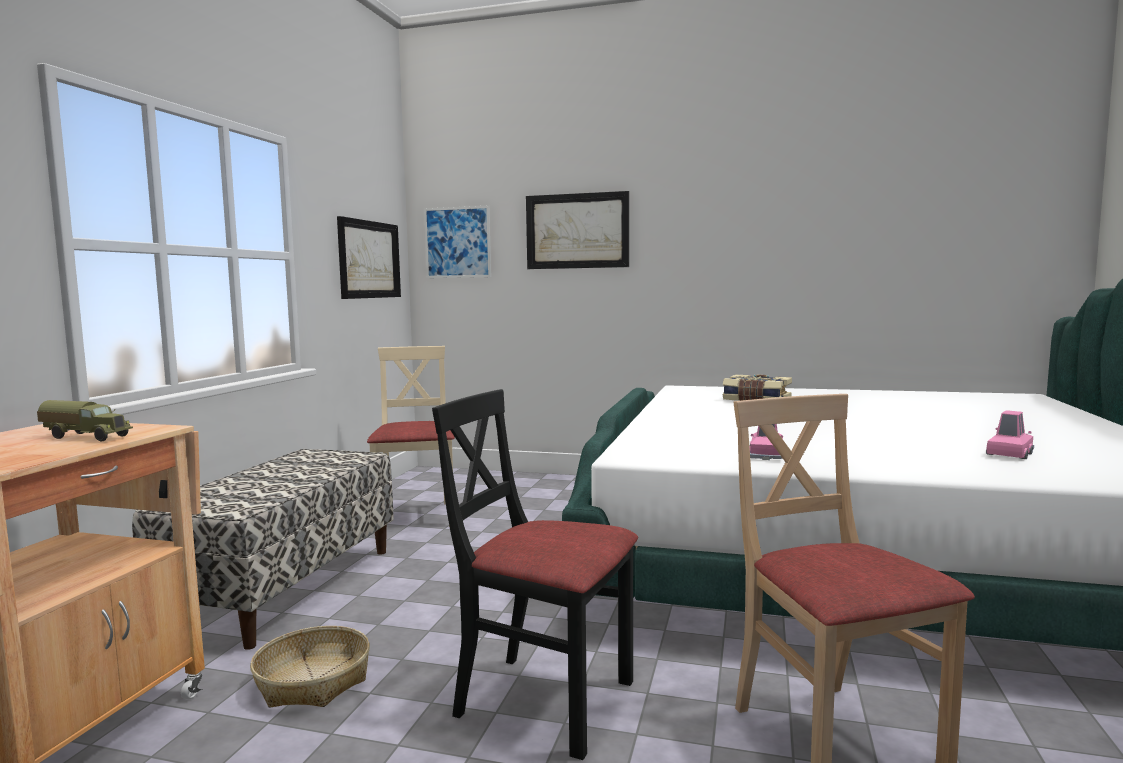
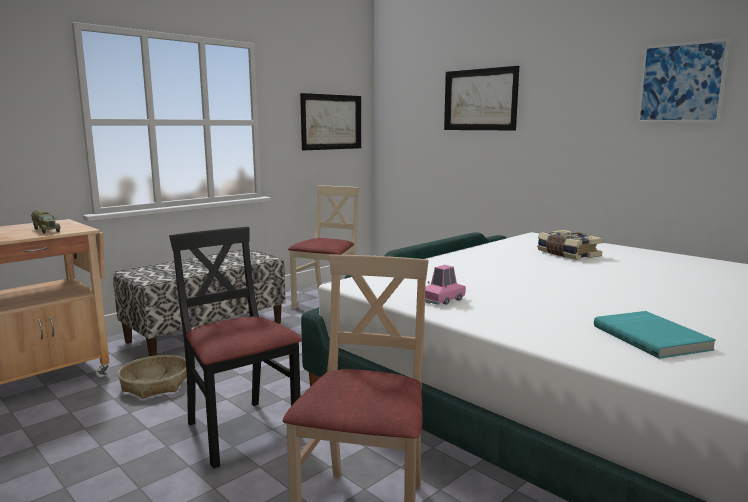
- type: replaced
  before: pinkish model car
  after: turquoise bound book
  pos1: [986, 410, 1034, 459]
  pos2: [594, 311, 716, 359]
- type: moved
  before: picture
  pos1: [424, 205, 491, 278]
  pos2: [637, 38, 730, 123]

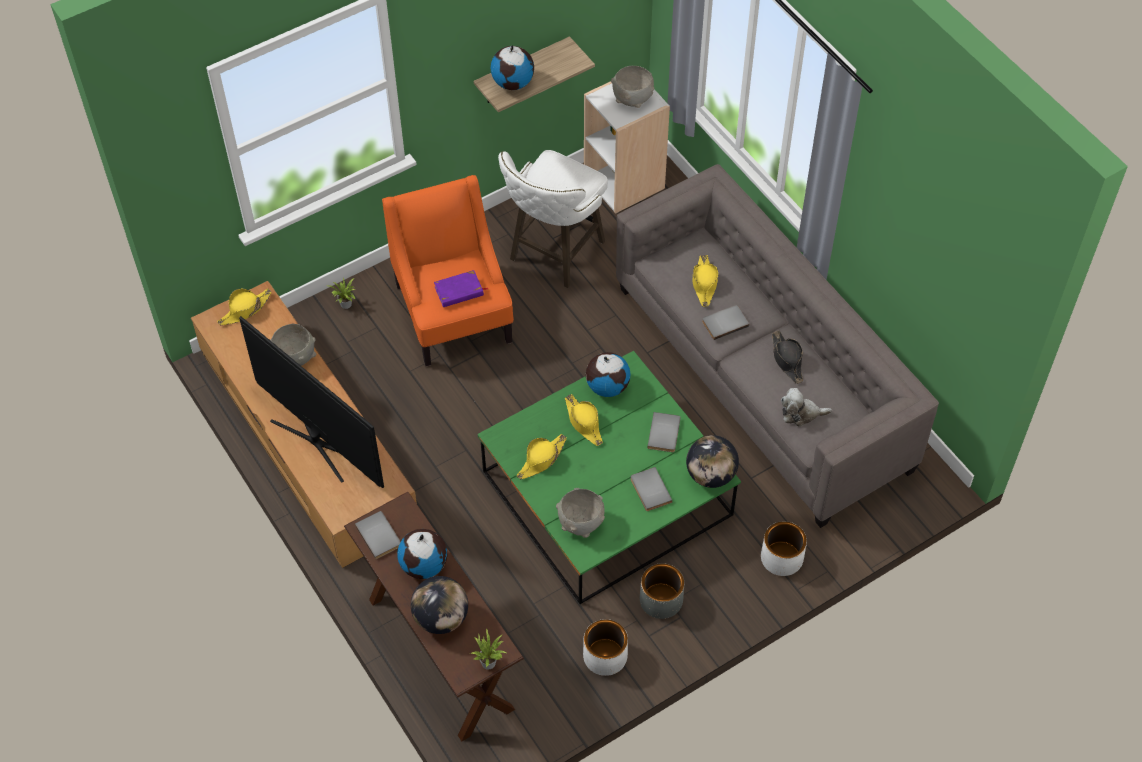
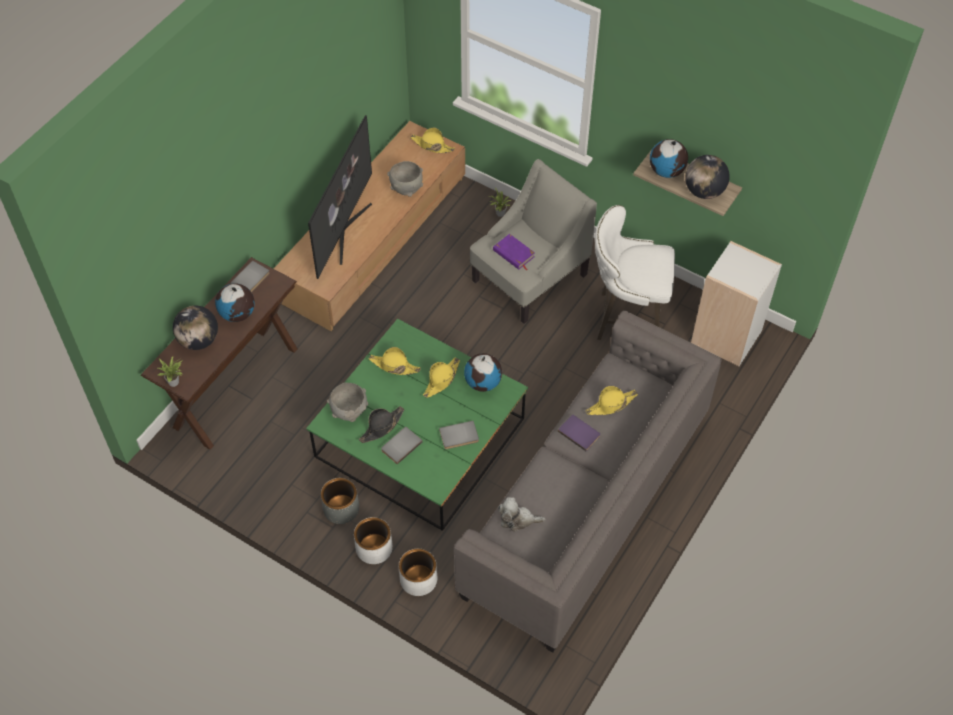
- type: moved
  before: white-coloured flower pot
  pos1: [583, 619, 628, 676]
  pos2: [354, 517, 393, 564]
- type: moved
  before: black-coloured wearable hat
  pos1: [772, 330, 803, 384]
  pos2: [359, 406, 404, 443]
- type: recoloured
  before: orangey armchair
  after: grey armchair
  pos1: [382, 175, 514, 366]
  pos2: [470, 159, 597, 324]
- type: turned
  before: cuddly toy
  pos1: [781, 388, 832, 427]
  pos2: [498, 497, 546, 532]
  turn: -60
- type: recoloured
  before: grey bound book
  after: purple-coloured bound book
  pos1: [702, 305, 750, 340]
  pos2: [558, 415, 600, 451]
- type: moved
  before: desk globe
  pos1: [686, 435, 739, 488]
  pos2: [685, 155, 730, 199]
- type: removed
  before: grey serving bowl
  pos1: [611, 66, 654, 108]

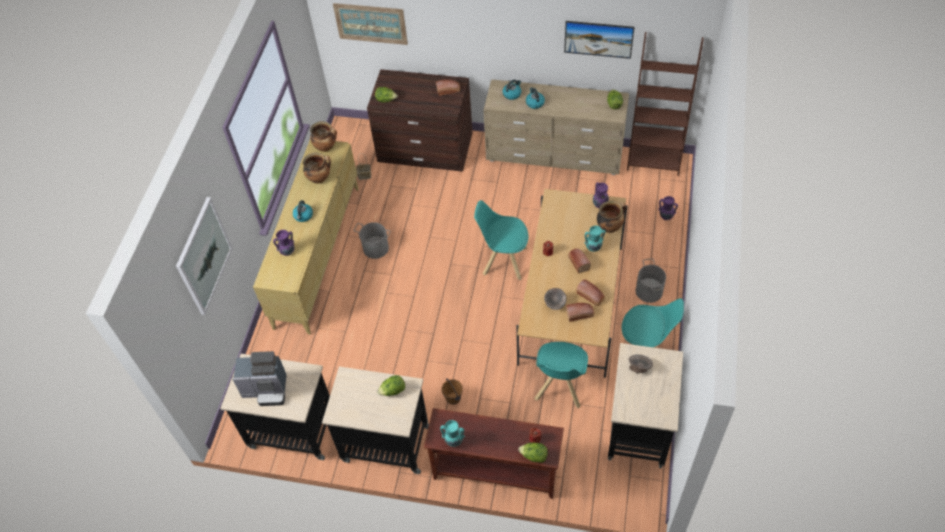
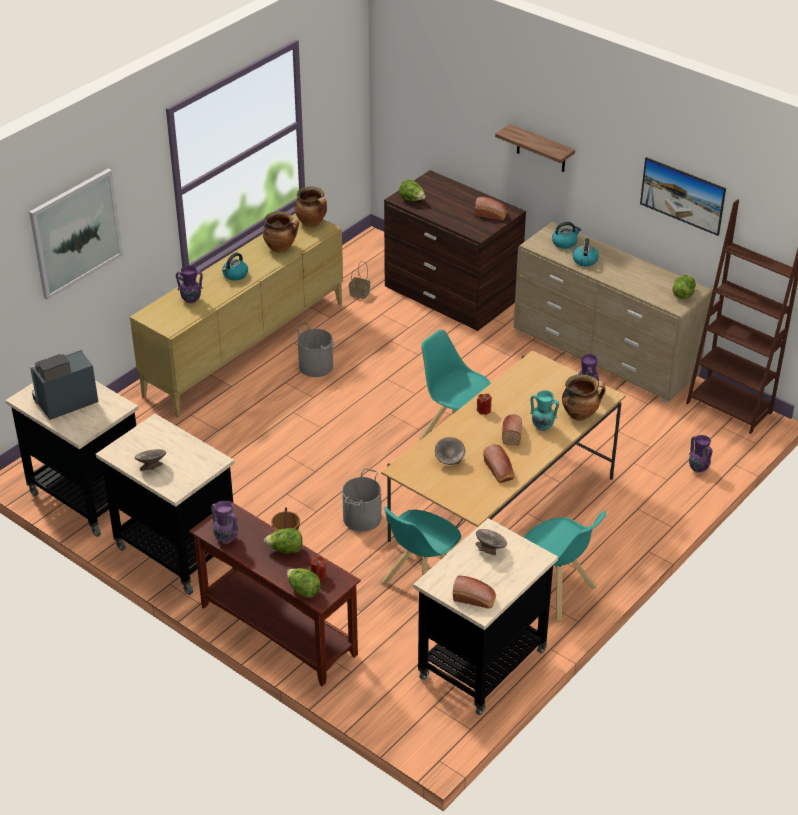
- type: turned
  before: coffee brewer
  pos1: [232, 351, 287, 406]
  pos2: [30, 349, 98, 420]
  turn: 120
- type: added
  after: grey serving bowl
  pos2: [135, 449, 166, 471]
- type: recoloured
  before: turquoise flower vase
  after: purple-coloured flower vase
  pos1: [440, 420, 465, 447]
  pos2: [211, 501, 238, 544]
- type: moved
  before: lettuce head
  pos1: [377, 375, 405, 396]
  pos2: [264, 528, 303, 553]
- type: moved
  before: grey bucket
  pos1: [636, 258, 666, 303]
  pos2: [342, 468, 382, 532]
- type: moved
  before: baked bread
  pos1: [566, 303, 594, 322]
  pos2: [453, 575, 496, 609]
- type: added
  after: shelf
  pos2: [495, 124, 575, 172]
- type: removed
  before: picture
  pos1: [333, 3, 408, 45]

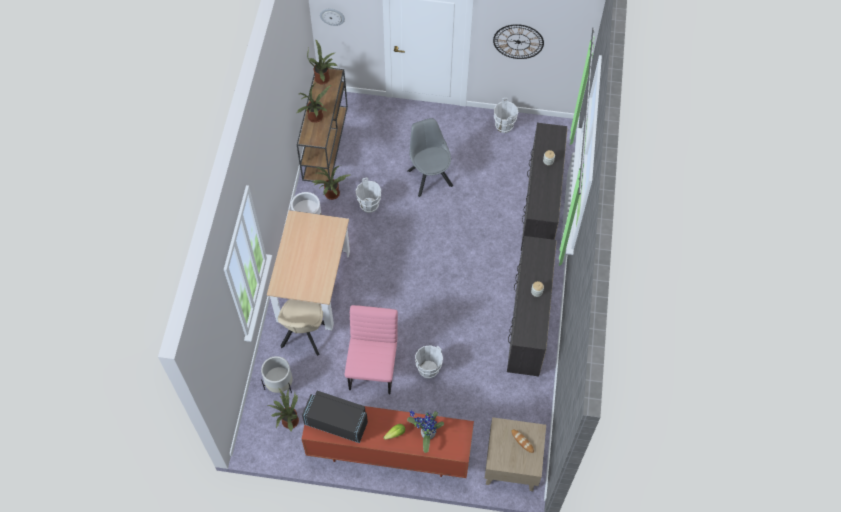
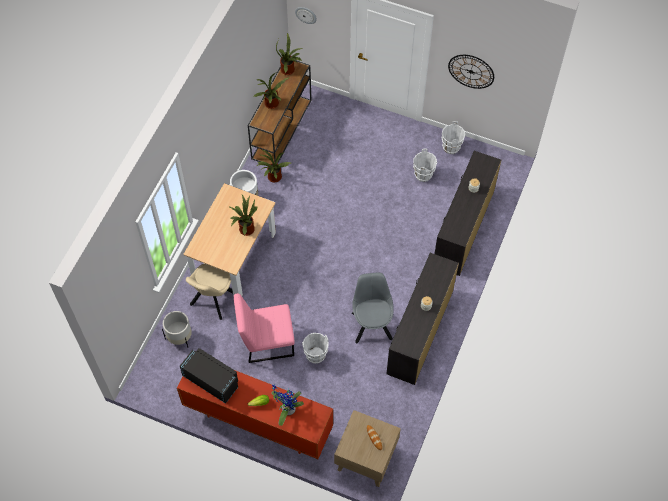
- type: moved
  before: potted plant
  pos1: [268, 388, 299, 431]
  pos2: [230, 195, 258, 236]
- type: turned
  before: pinkish chair
  pos1: [345, 305, 398, 394]
  pos2: [234, 293, 295, 363]
  turn: -120
- type: moved
  before: grey chair
  pos1: [407, 118, 453, 197]
  pos2: [352, 273, 394, 344]
- type: moved
  before: white-coloured bucket
  pos1: [356, 178, 381, 213]
  pos2: [413, 149, 437, 182]

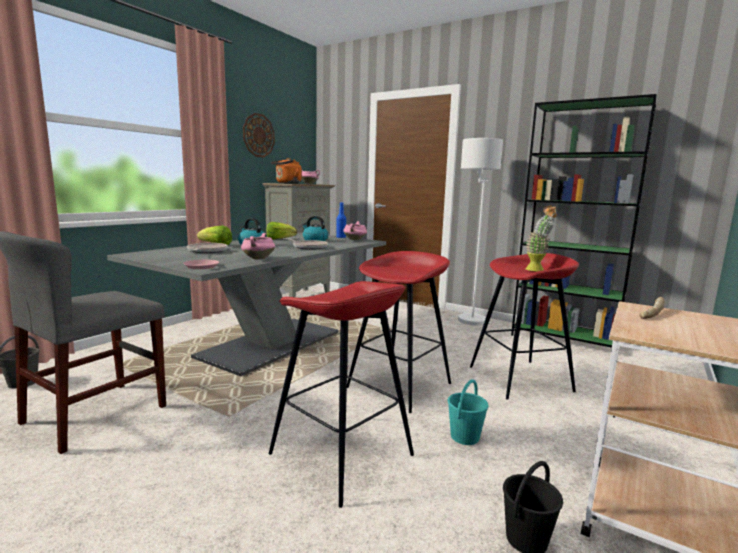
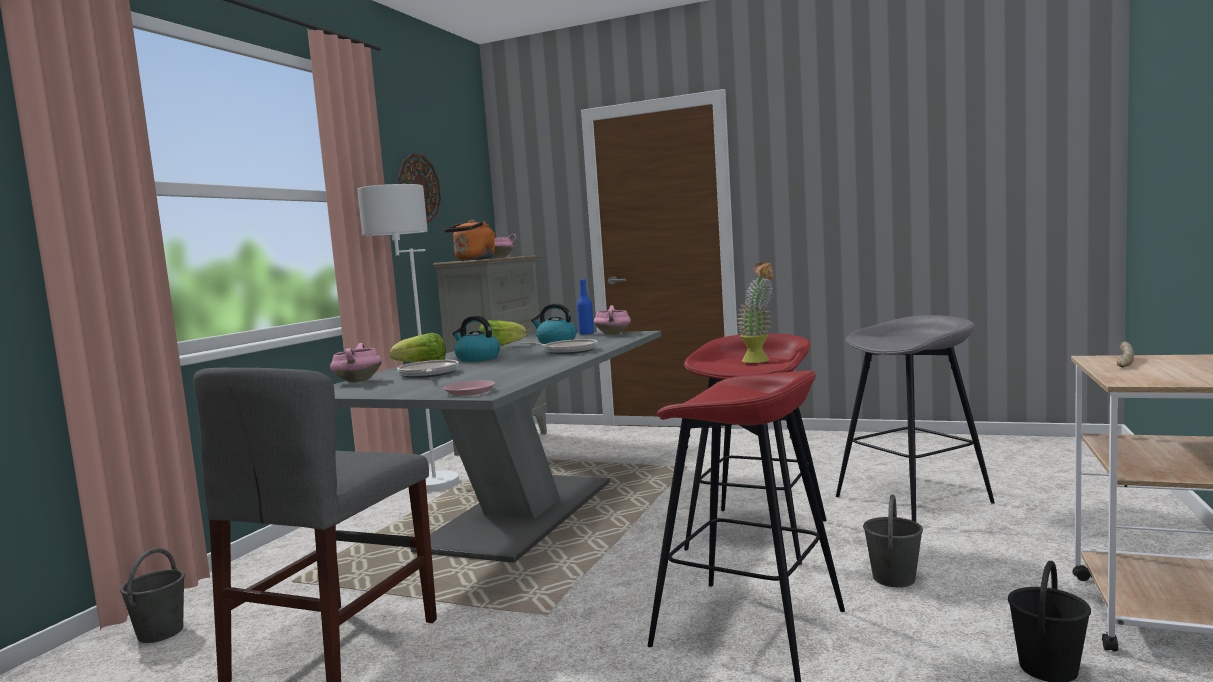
- type: moved
  before: pinkish cooking pot
  pos1: [241, 233, 275, 259]
  pos2: [330, 343, 382, 383]
- type: moved
  before: white-coloured standard lamp
  pos1: [458, 138, 503, 326]
  pos2: [357, 184, 459, 492]
- type: moved
  before: potted plant
  pos1: [525, 205, 557, 272]
  pos2: [736, 262, 774, 363]
- type: recoloured
  before: red sitting stool
  after: grey sitting stool
  pos1: [470, 253, 579, 400]
  pos2: [836, 315, 995, 522]
- type: recoloured
  before: turquoise bucket
  after: grey bucket
  pos1: [448, 379, 489, 445]
  pos2: [863, 494, 923, 587]
- type: removed
  before: greenish bookshelf
  pos1: [511, 94, 657, 348]

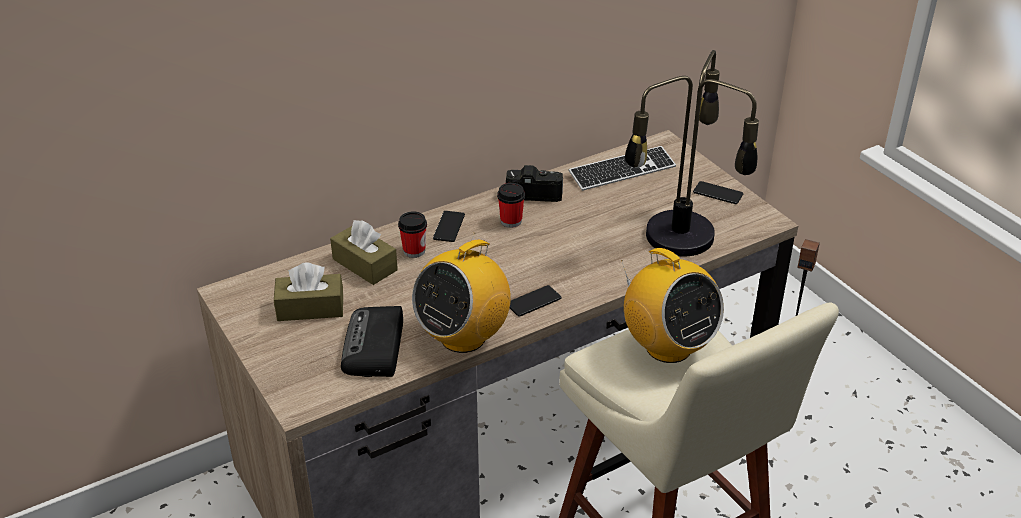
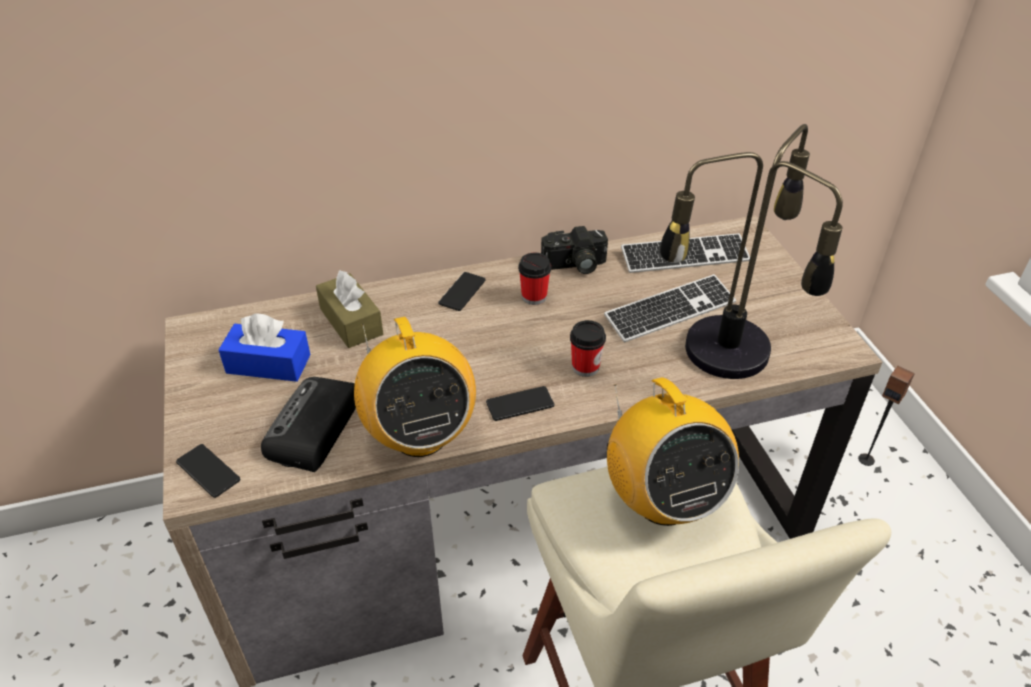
- type: moved
  before: handset
  pos1: [693, 181, 743, 204]
  pos2: [176, 444, 240, 498]
- type: recoloured
  before: brown-coloured tissue holder
  after: blue-coloured tissue holder
  pos1: [274, 262, 343, 321]
  pos2: [219, 314, 310, 382]
- type: turned
  before: radio set
  pos1: [412, 233, 511, 353]
  pos2: [354, 317, 476, 457]
  turn: -75
- type: turned
  before: still camera
  pos1: [506, 165, 563, 202]
  pos2: [541, 226, 608, 274]
  turn: 150
- type: moved
  before: small cup
  pos1: [398, 211, 427, 258]
  pos2: [570, 320, 606, 377]
- type: added
  after: computer keyboard
  pos2: [604, 274, 736, 342]

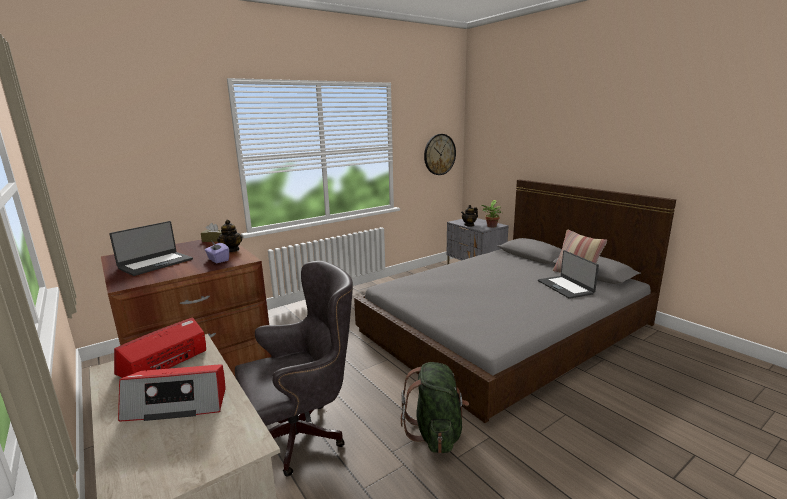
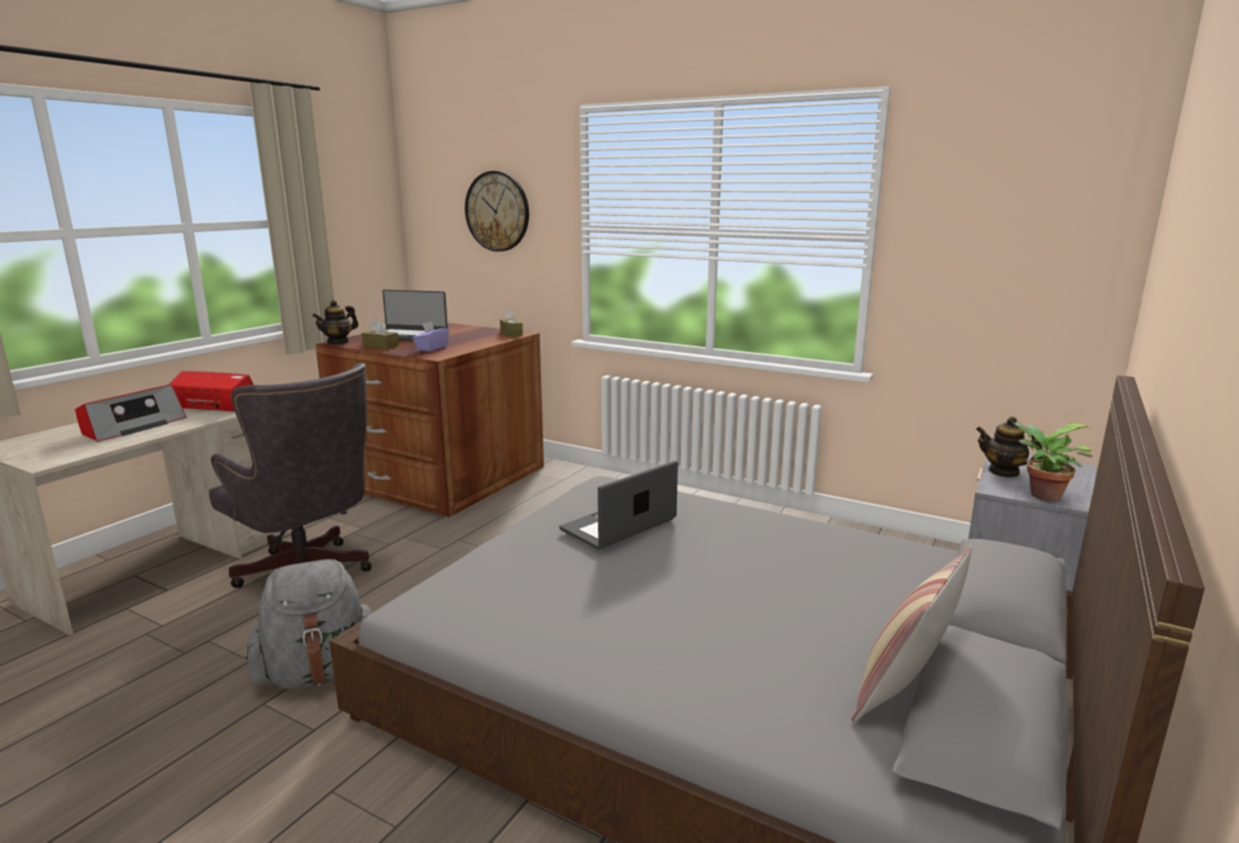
- type: turned
  before: radio set
  pos1: [118, 364, 226, 422]
  pos2: [75, 384, 186, 442]
  turn: -120
- type: recoloured
  before: greenish rucksack
  after: grey rucksack
  pos1: [401, 362, 469, 454]
  pos2: [245, 559, 373, 689]
- type: moved
  before: pot for tea
  pos1: [217, 220, 243, 252]
  pos2: [313, 300, 358, 344]
- type: added
  after: brown-coloured tissue holder
  pos2: [362, 319, 399, 349]
- type: moved
  before: clock on the wall
  pos1: [424, 134, 456, 175]
  pos2: [465, 171, 529, 252]
- type: moved
  before: laptop
  pos1: [538, 250, 599, 299]
  pos2: [559, 461, 678, 550]

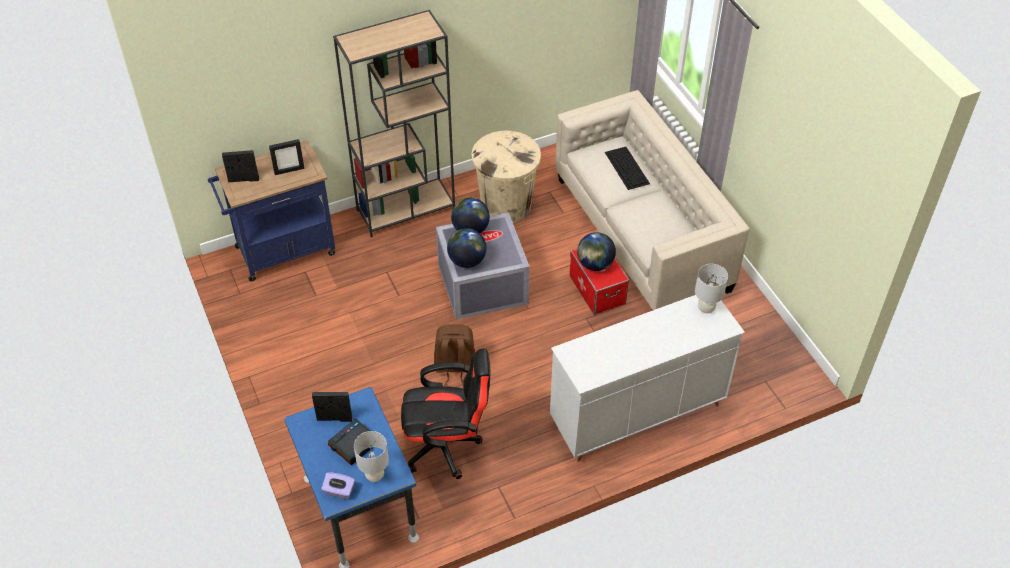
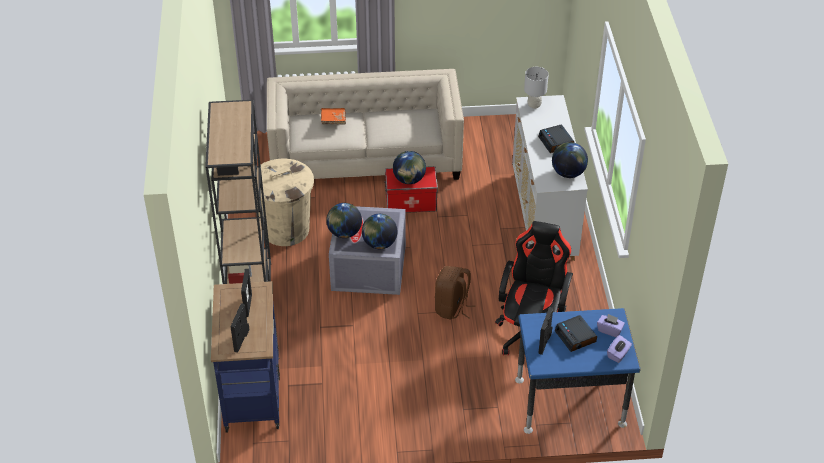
- type: replaced
  before: computer keyboard
  after: orangey bound book
  pos1: [605, 147, 650, 190]
  pos2: [321, 108, 346, 125]
- type: added
  after: alarm clock
  pos2: [538, 125, 574, 153]
- type: added
  after: desk globe
  pos2: [552, 142, 588, 178]
- type: replaced
  before: grey lamp for a table
  after: purple-coloured tissue holder
  pos1: [354, 431, 389, 482]
  pos2: [597, 314, 625, 337]

